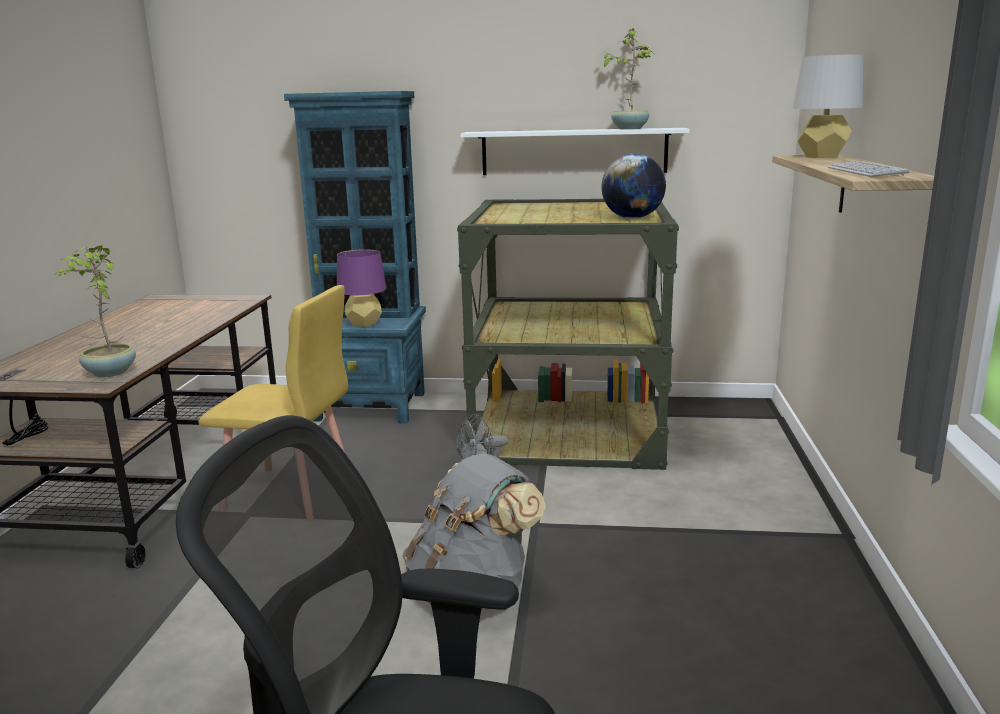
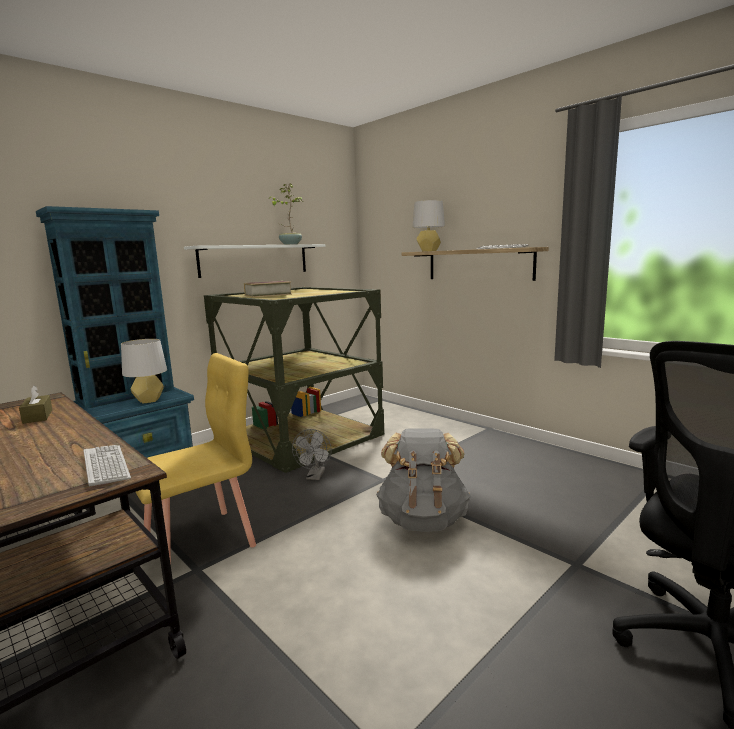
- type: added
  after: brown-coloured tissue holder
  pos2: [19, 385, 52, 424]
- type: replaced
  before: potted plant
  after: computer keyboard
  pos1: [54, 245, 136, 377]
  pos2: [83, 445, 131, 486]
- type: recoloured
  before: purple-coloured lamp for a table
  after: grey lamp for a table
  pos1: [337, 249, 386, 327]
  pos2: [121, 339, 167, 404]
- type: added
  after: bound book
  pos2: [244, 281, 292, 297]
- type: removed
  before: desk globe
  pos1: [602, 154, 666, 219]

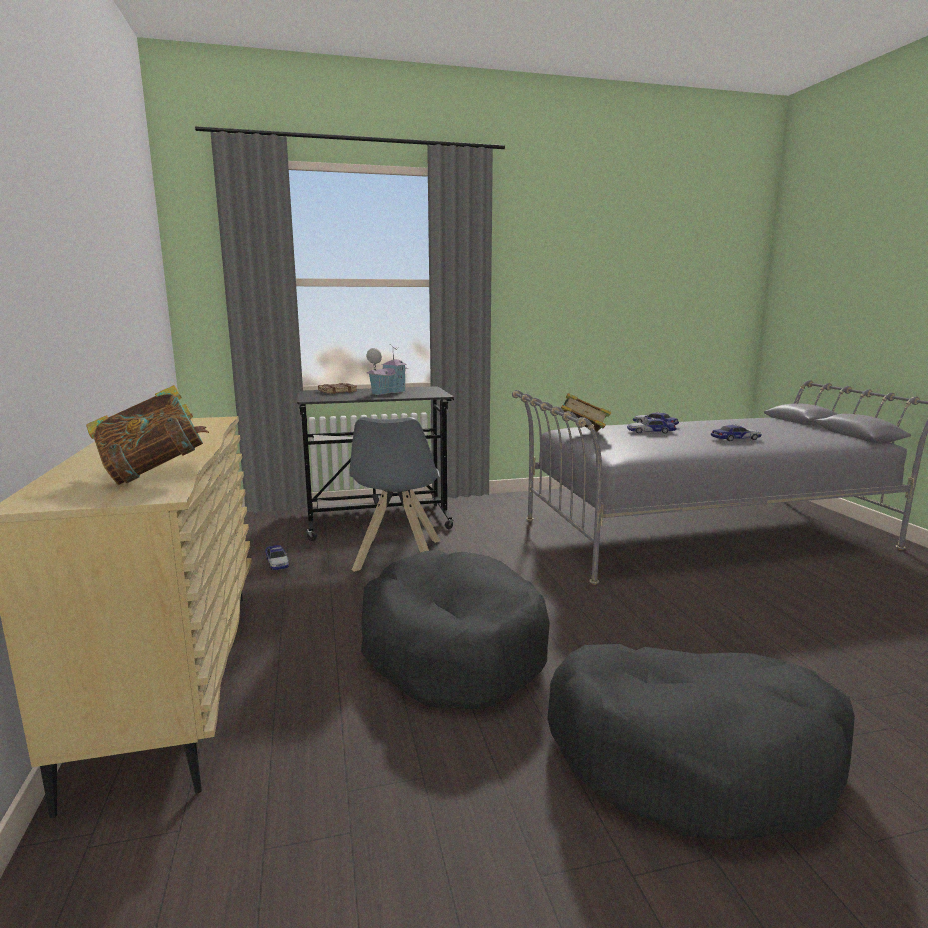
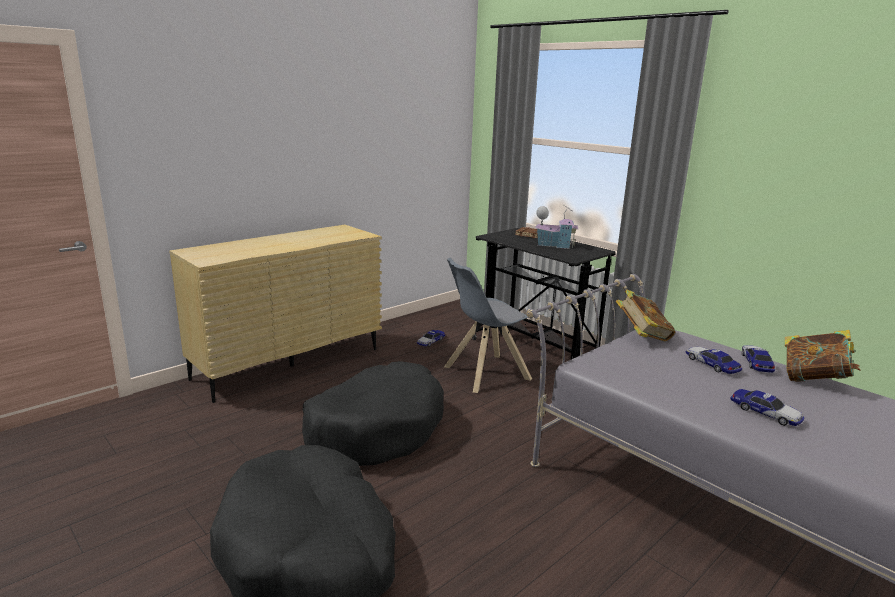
- type: moved
  before: bound book
  pos1: [86, 385, 209, 485]
  pos2: [785, 330, 860, 382]

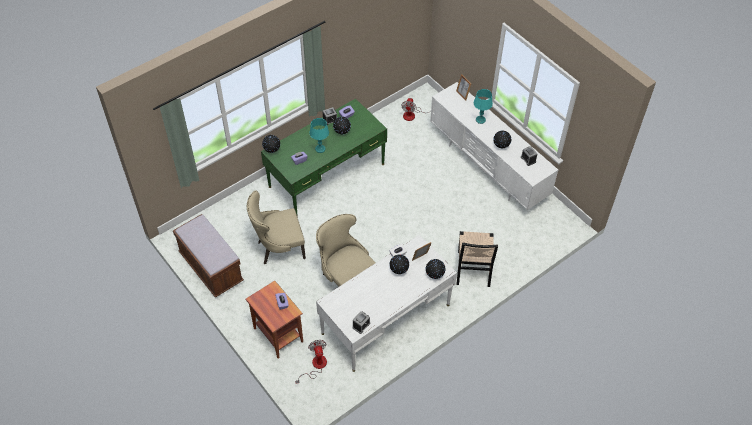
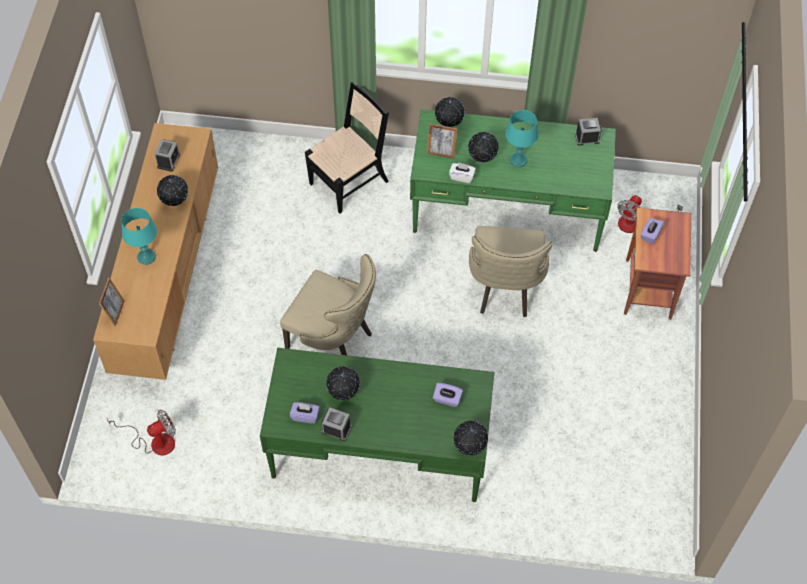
- type: recoloured
  before: white-coloured storage cabinet
  after: brown-coloured storage cabinet
  pos1: [430, 82, 558, 210]
  pos2: [93, 123, 218, 380]
- type: moved
  before: beige-coloured chair
  pos1: [247, 190, 306, 264]
  pos2: [280, 254, 376, 355]
- type: recoloured
  before: white-coloured desk
  after: greenish desk
  pos1: [316, 235, 457, 372]
  pos2: [410, 109, 616, 252]
- type: moved
  before: turquoise lamp for a table
  pos1: [310, 118, 329, 153]
  pos2: [505, 110, 539, 167]
- type: removed
  before: brown-coloured indoor bench
  pos1: [173, 214, 244, 298]

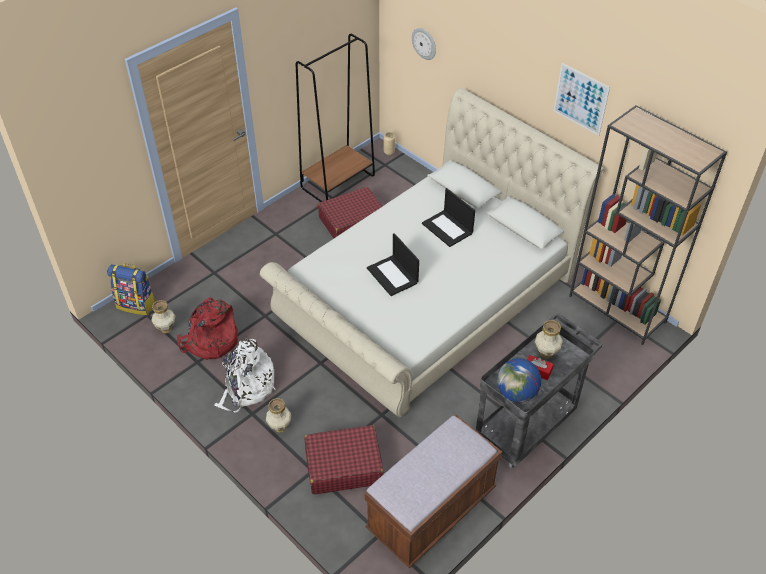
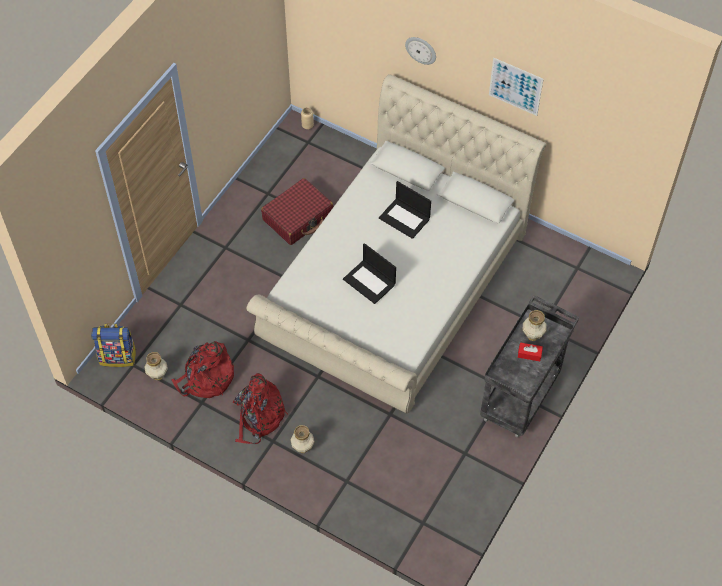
- type: recoloured
  before: white-coloured rucksack
  after: red rucksack
  pos1: [214, 339, 275, 412]
  pos2: [233, 373, 288, 444]
- type: moved
  before: clock on the wall
  pos1: [412, 28, 436, 60]
  pos2: [405, 37, 436, 65]
- type: removed
  before: clothes rack
  pos1: [296, 34, 375, 202]
- type: removed
  before: red piece of luggage
  pos1: [304, 425, 384, 494]
- type: removed
  before: brown-coloured indoor bench
  pos1: [365, 415, 502, 568]
- type: removed
  before: desk globe
  pos1: [497, 358, 541, 402]
- type: removed
  before: bookshelf
  pos1: [569, 105, 727, 345]

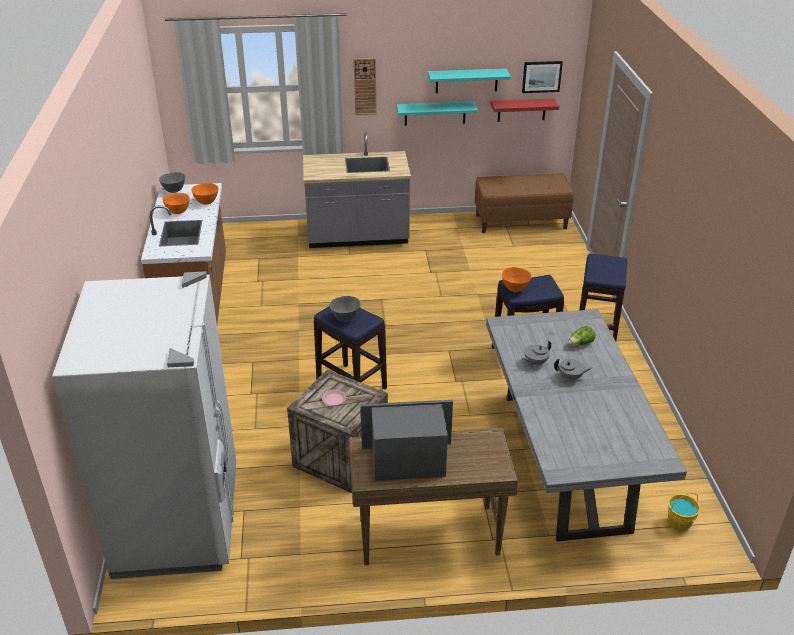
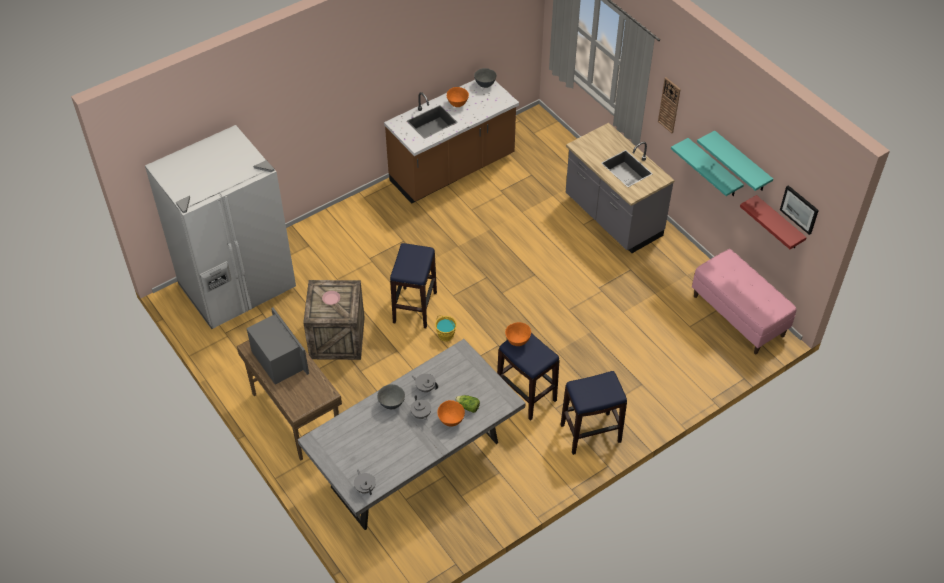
- type: added
  after: grey pot for tea
  pos2: [354, 469, 376, 495]
- type: moved
  before: grey serving bowl
  pos1: [330, 296, 360, 322]
  pos2: [377, 384, 405, 409]
- type: moved
  before: yellow bucket
  pos1: [668, 493, 701, 532]
  pos2: [435, 315, 457, 342]
- type: moved
  before: orangey serving bowl
  pos1: [191, 183, 218, 205]
  pos2: [437, 400, 465, 427]
- type: recoloured
  before: brown-coloured indoor bench
  after: pinkish indoor bench
  pos1: [475, 174, 574, 233]
  pos2: [692, 249, 796, 354]

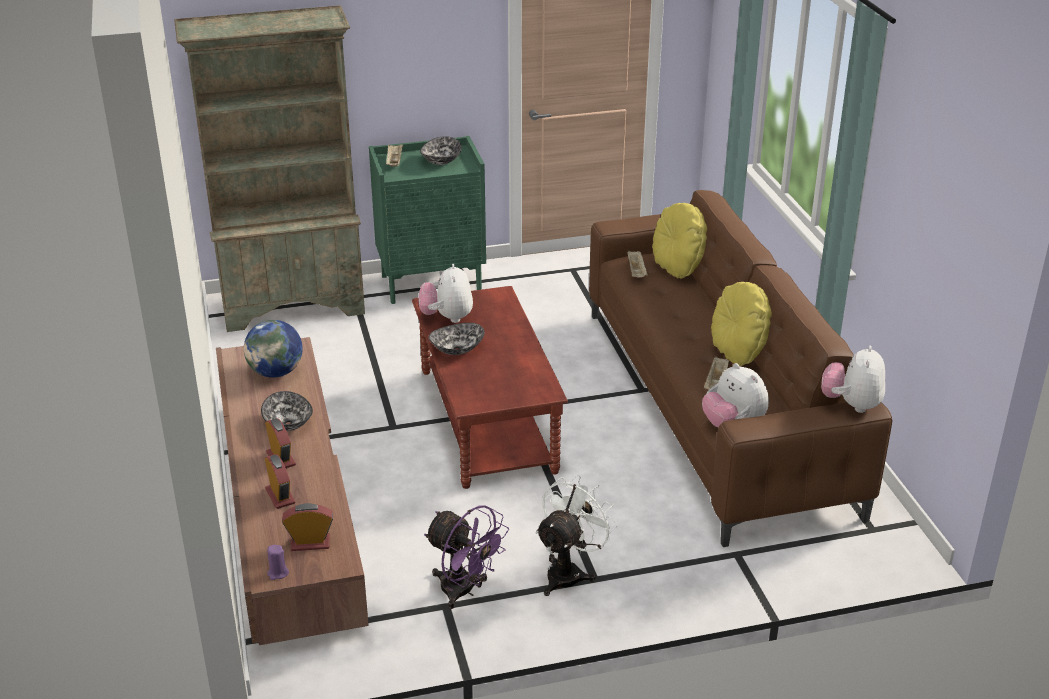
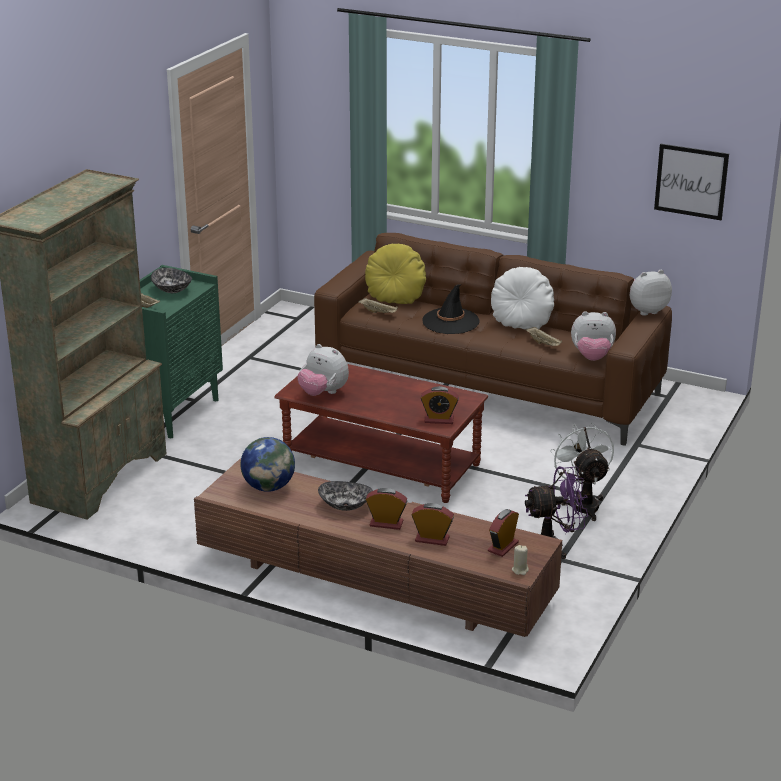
- type: added
  after: alarm clock
  pos2: [421, 386, 459, 424]
- type: added
  after: black-coloured wearable hat
  pos2: [422, 284, 480, 334]
- type: recoloured
  before: yellow pillow
  after: white-coloured pillow
  pos1: [711, 282, 772, 366]
  pos2: [491, 267, 554, 329]
- type: recoloured
  before: purple-coloured wax light
  after: beige-coloured wax light
  pos1: [267, 545, 289, 580]
  pos2: [512, 545, 529, 575]
- type: turned
  before: cuddly toy
  pos1: [821, 346, 885, 413]
  pos2: [630, 270, 672, 316]
  turn: 105
- type: added
  after: picture
  pos2: [654, 144, 729, 220]
- type: removed
  before: serving bowl
  pos1: [428, 323, 485, 355]

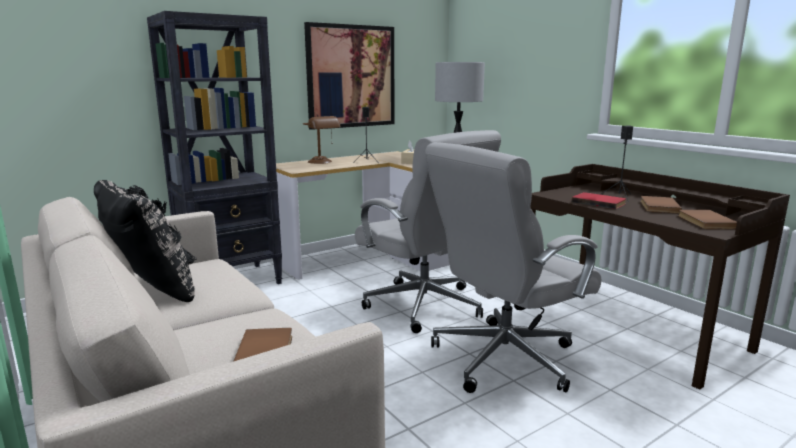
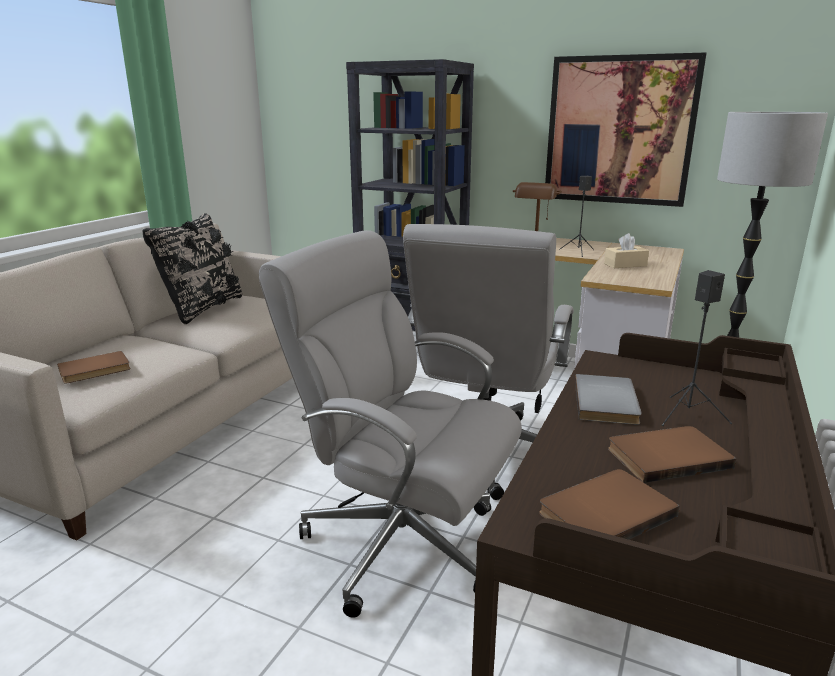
- type: recoloured
  before: red bound book
  after: grey bound book
  pos1: [571, 192, 626, 209]
  pos2: [575, 374, 642, 425]

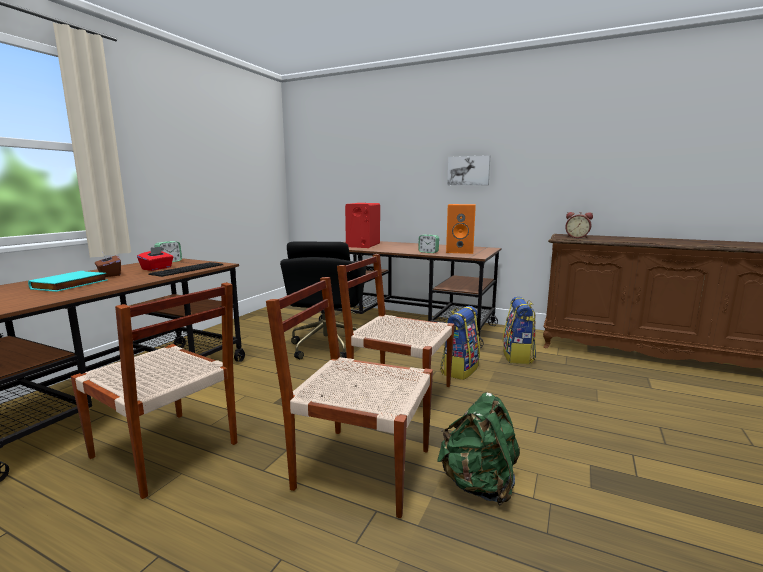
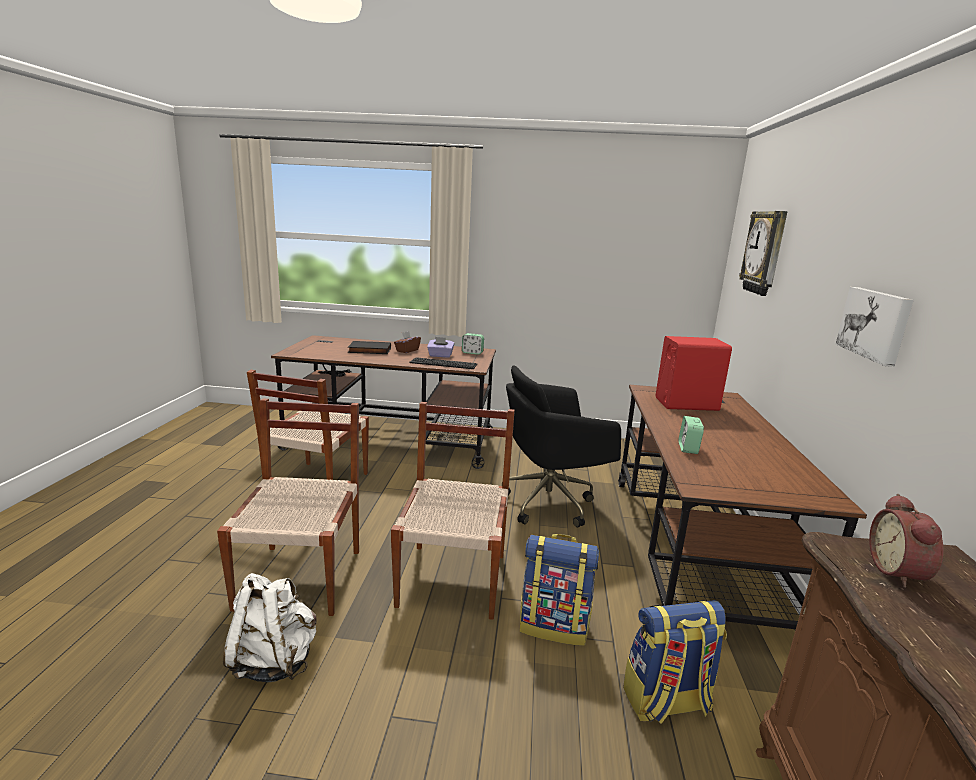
- type: recoloured
  before: greenish rucksack
  after: white-coloured rucksack
  pos1: [437, 393, 520, 506]
  pos2: [223, 573, 317, 682]
- type: recoloured
  before: turquoise bound book
  after: black-coloured bound book
  pos1: [28, 271, 107, 292]
  pos2: [348, 341, 391, 354]
- type: recoloured
  before: red tissue holder
  after: purple-coloured tissue holder
  pos1: [137, 246, 173, 271]
  pos2: [427, 337, 454, 358]
- type: added
  after: clock on the wall
  pos2: [739, 211, 787, 296]
- type: removed
  before: orangey loudspeaker
  pos1: [446, 204, 476, 254]

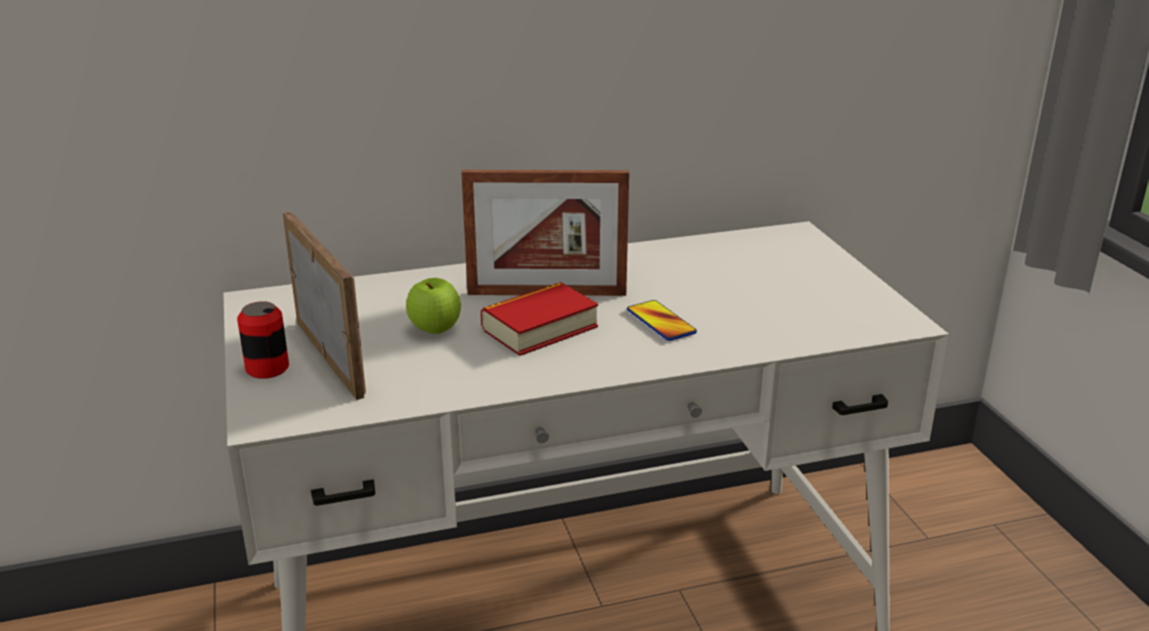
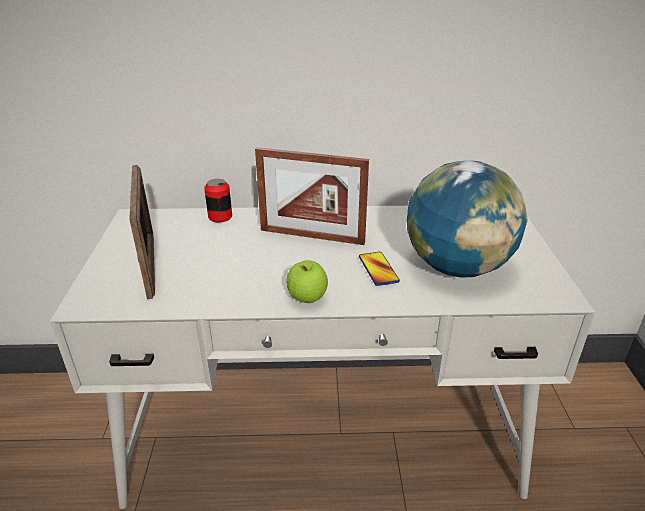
- type: moved
  before: metal can
  pos1: [237, 301, 289, 379]
  pos2: [204, 179, 232, 223]
- type: moved
  before: apple
  pos1: [406, 278, 461, 334]
  pos2: [286, 260, 328, 303]
- type: added
  after: desk globe
  pos2: [407, 161, 527, 278]
- type: removed
  before: bound book
  pos1: [481, 282, 598, 356]

